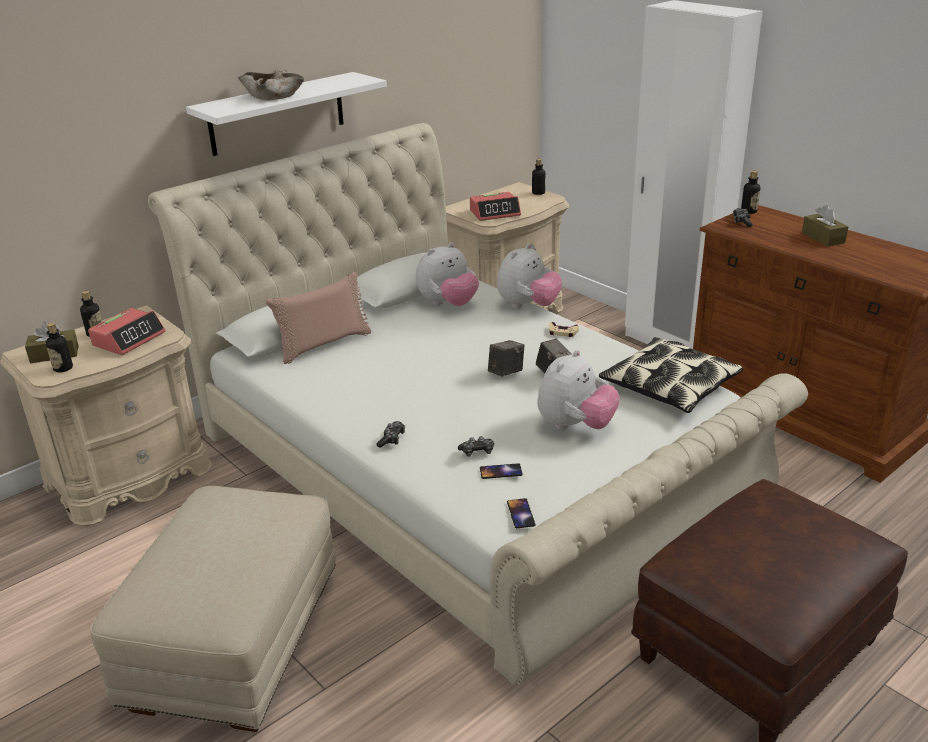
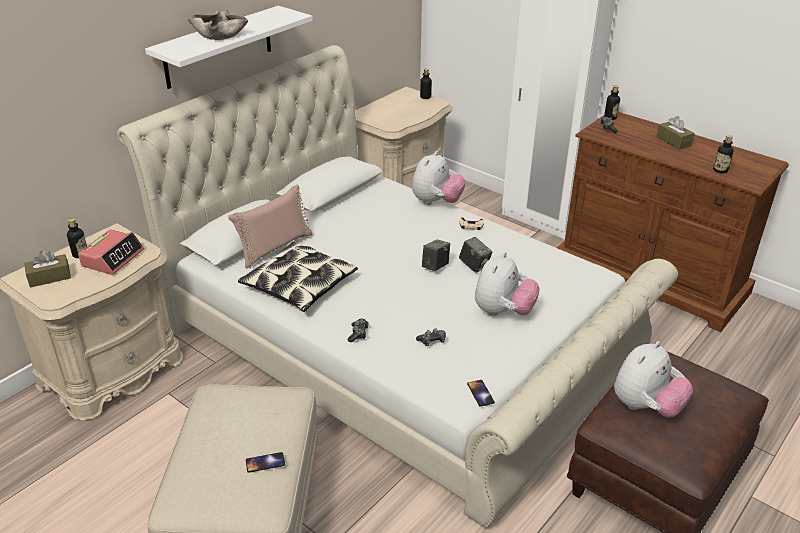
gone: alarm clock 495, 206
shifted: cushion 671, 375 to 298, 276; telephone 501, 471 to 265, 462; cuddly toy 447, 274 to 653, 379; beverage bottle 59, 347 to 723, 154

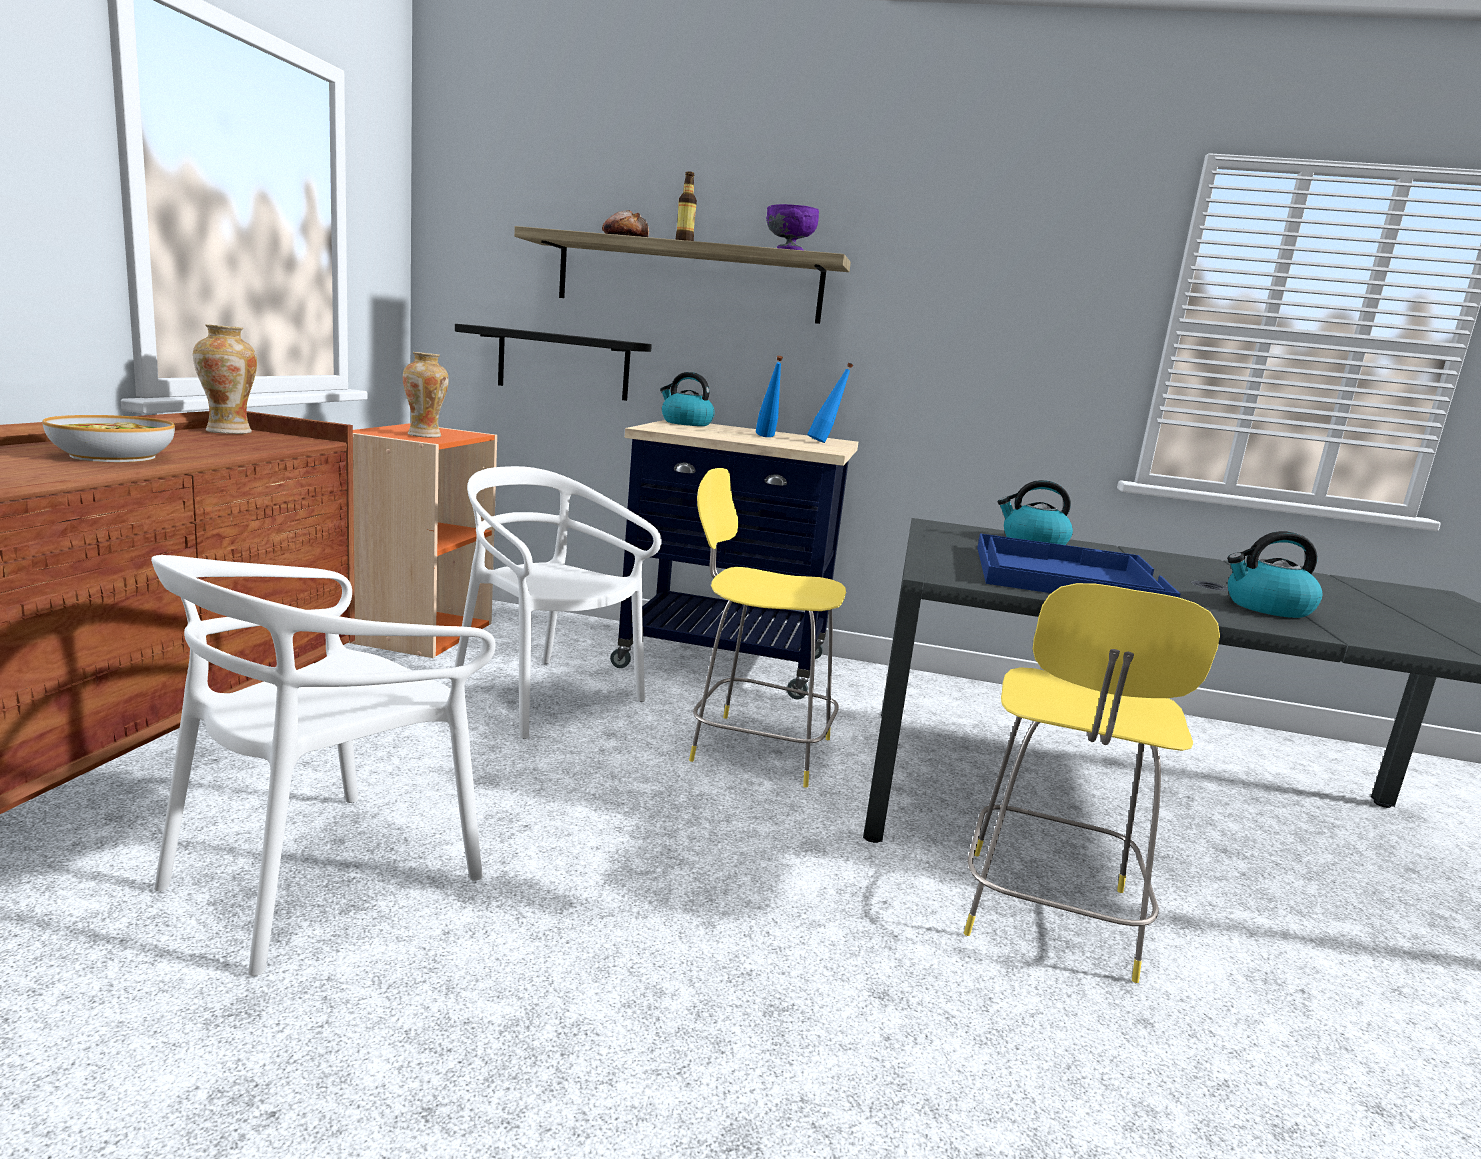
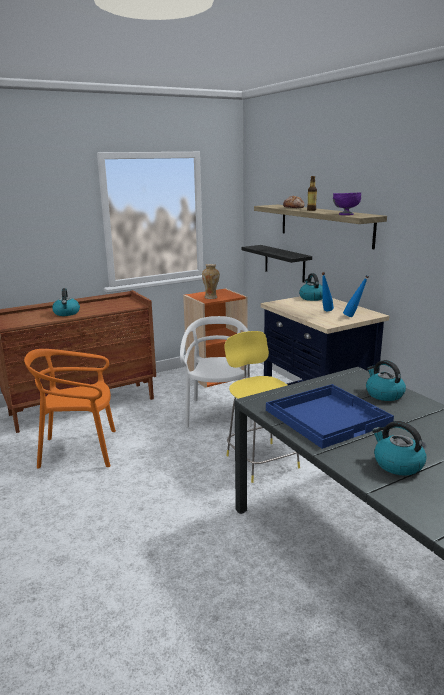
gone: flower vase 225, 379; yellow sitting stool 1092, 783
swapped: deep dish 108, 438 to tea kettle 66, 302
repainted: white chair 323, 765 to orange-coloured chair 70, 409

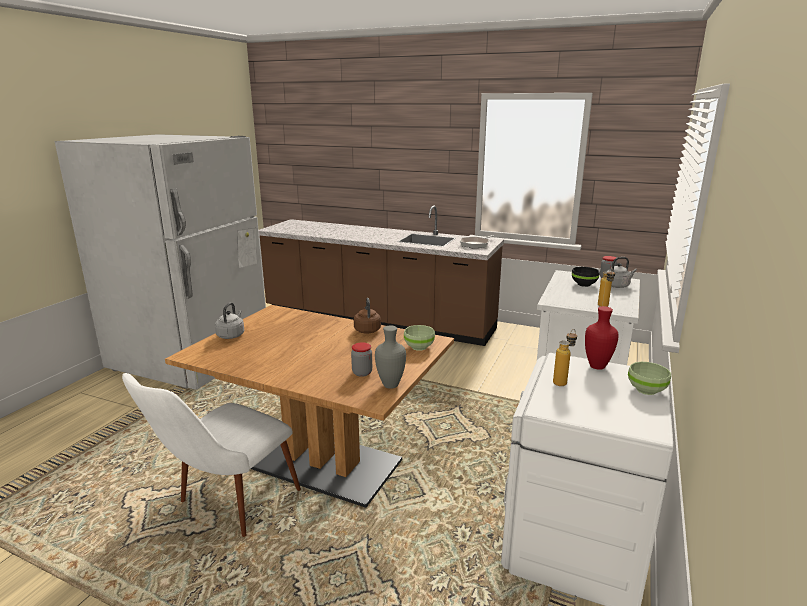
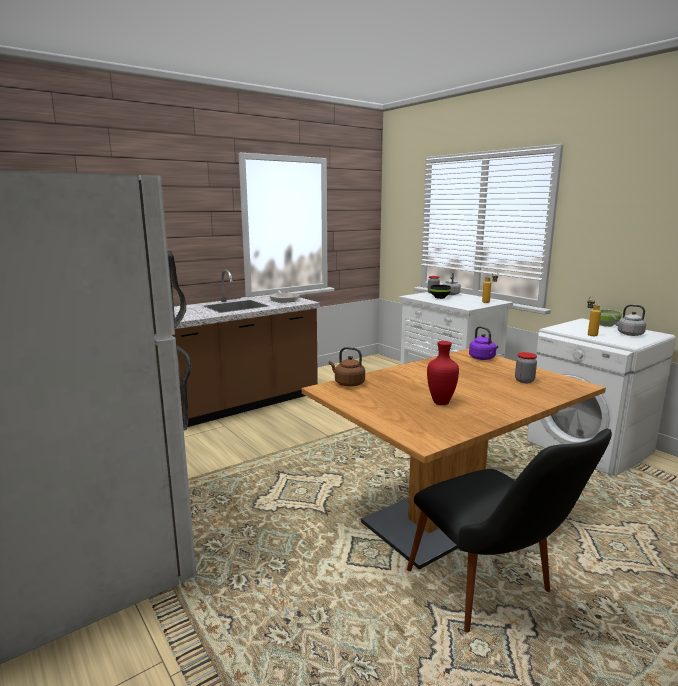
gone: gray flower vase 390, 357
shifted: brownish tea kettle 367, 315 to 347, 367; red-coloured flower vase 602, 338 to 443, 373; gray tea kettle 229, 320 to 629, 320
swapped: greenish deep dish 419, 338 to purple tea kettle 483, 343
repainted: white chair 211, 455 to black chair 509, 530

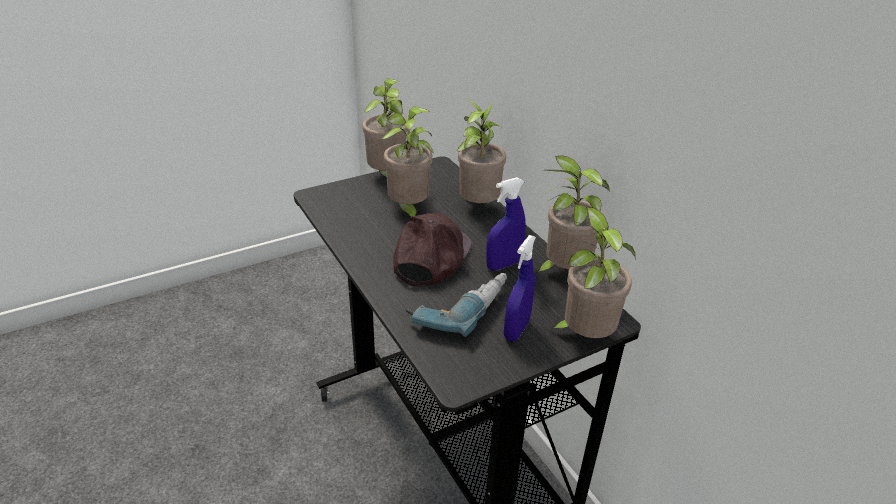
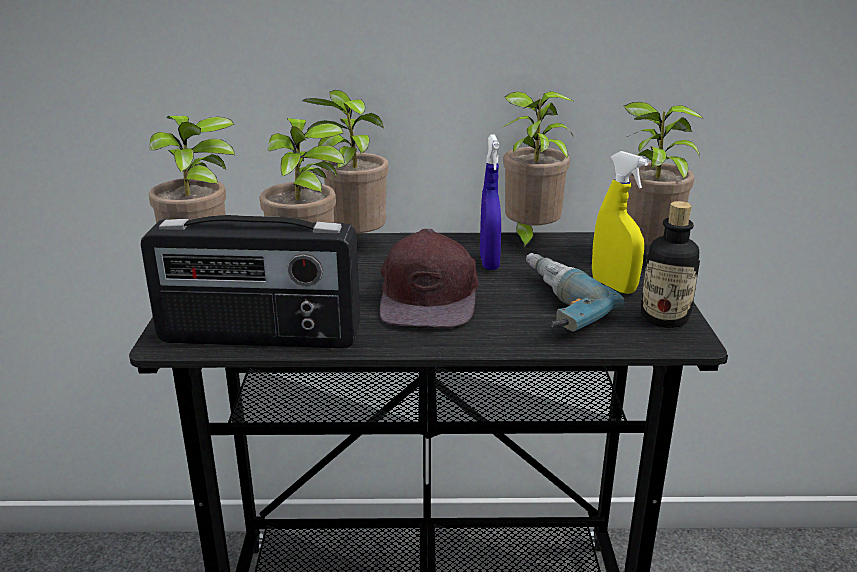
new: radio set 250, 281; beverage bottle 670, 264
repainted: blue-coloured sprayer 520, 288 to yellow sprayer 620, 222
rotated: brownish baseball cap 432, 250 = 429, 278 135 degrees counterclockwise

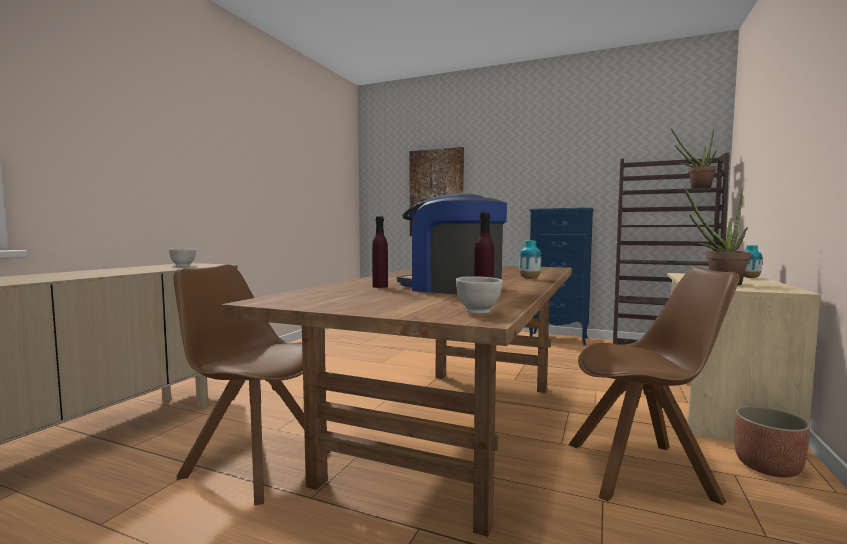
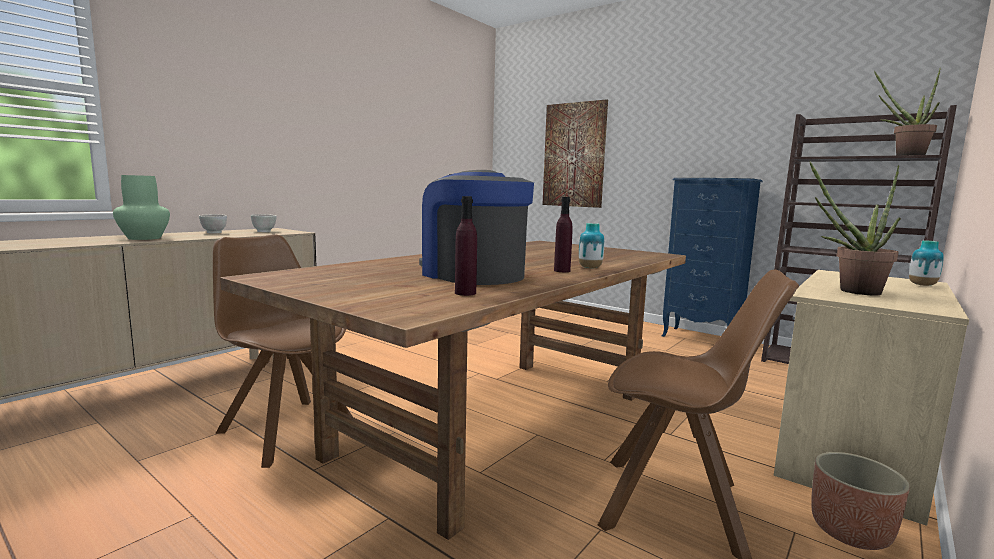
new: greenish flower vase 141, 207
shifted: white deep dish 479, 295 to 213, 224; purple beverage bottle 380, 252 to 563, 234

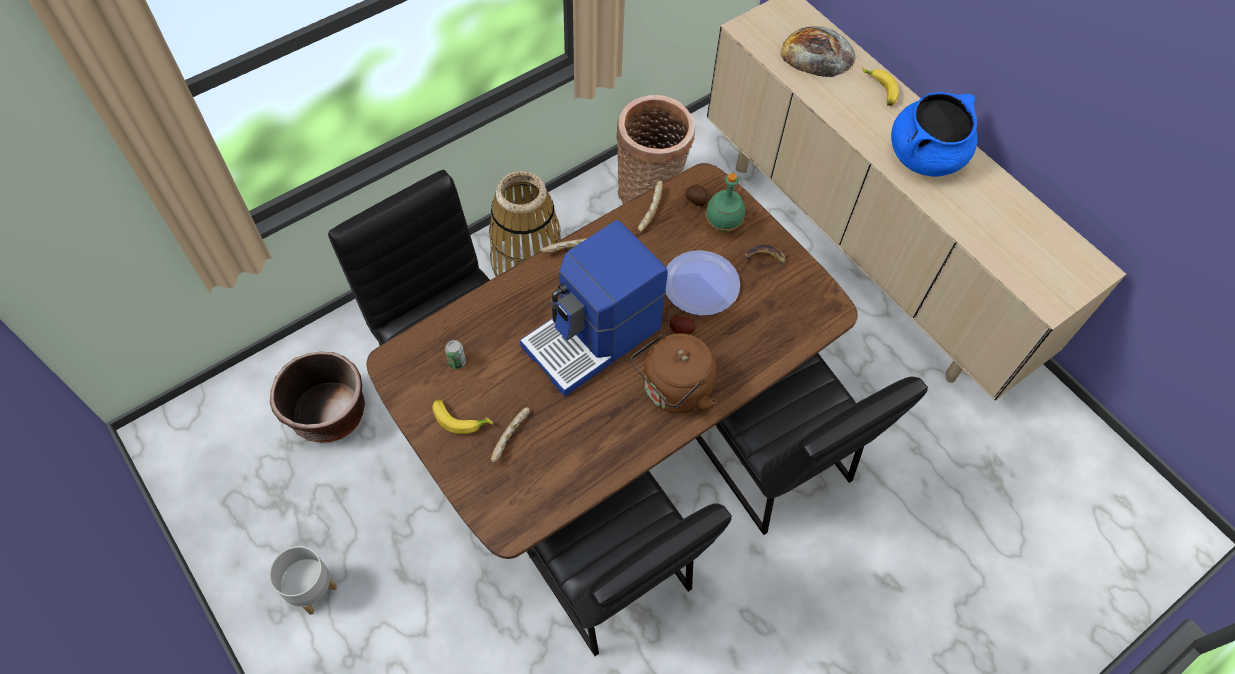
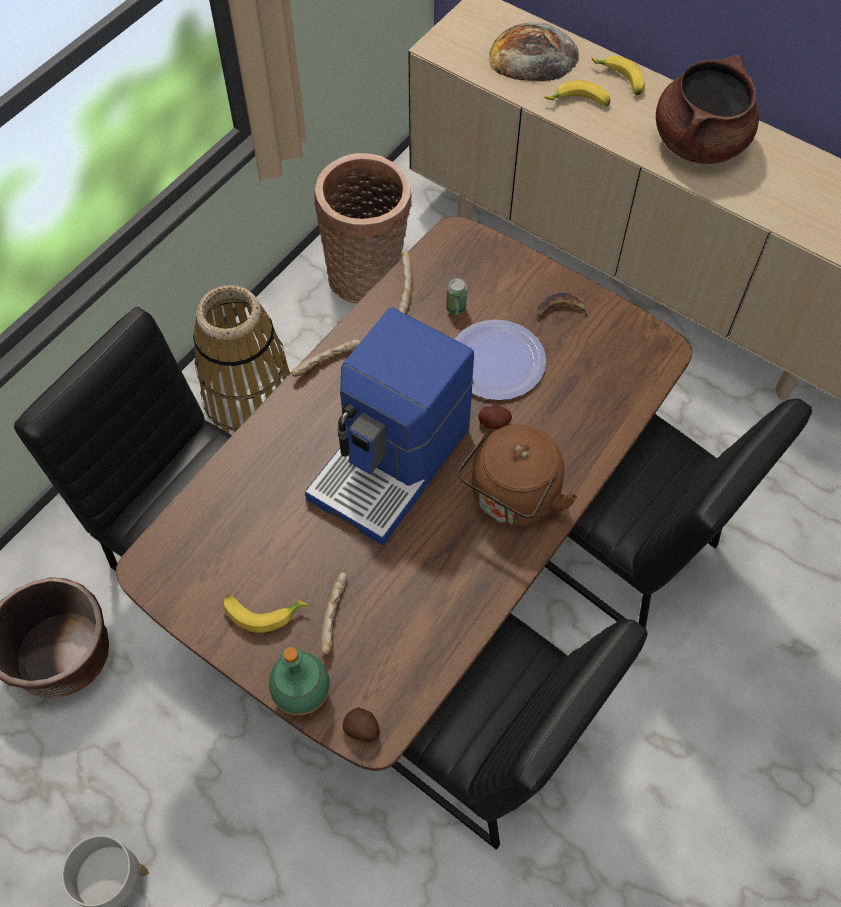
new: whole banana 577, 93
shifted: greenish beverage bottle 725, 202 to 299, 680; whole potato 696, 195 to 361, 724; can 455, 354 to 456, 296
repainted: blue-coloured saucepot 934, 134 to brownish saucepot 707, 109

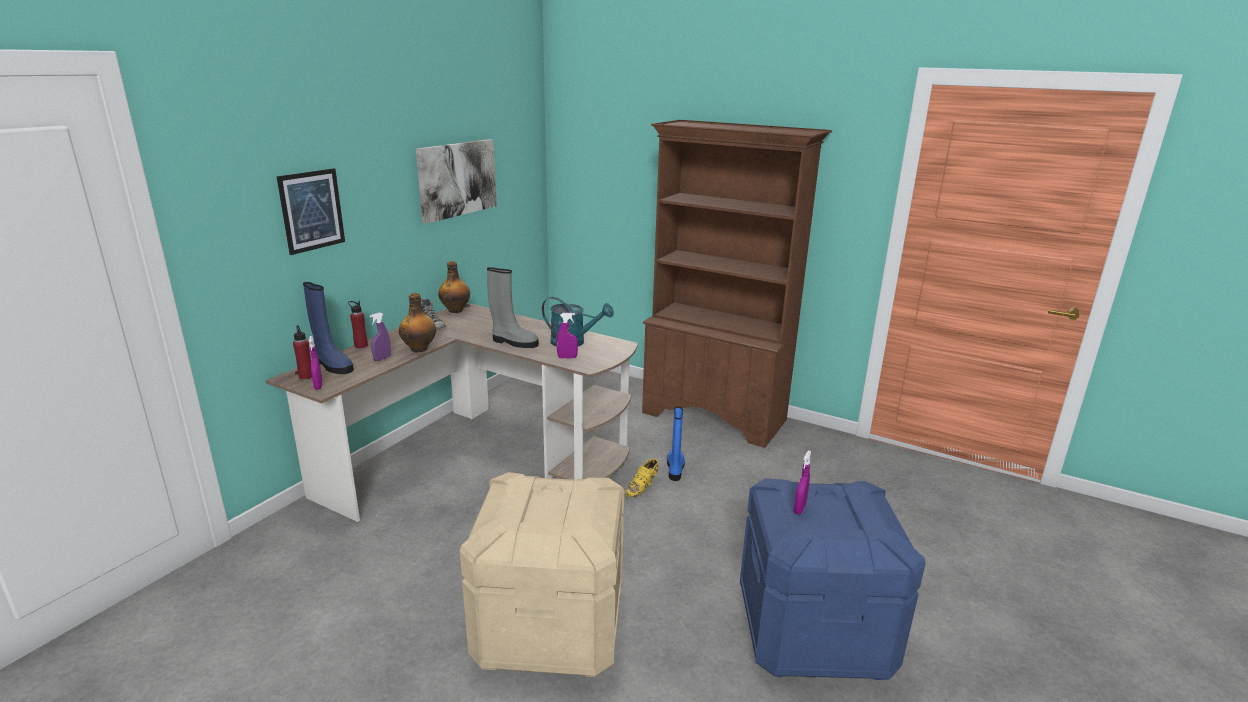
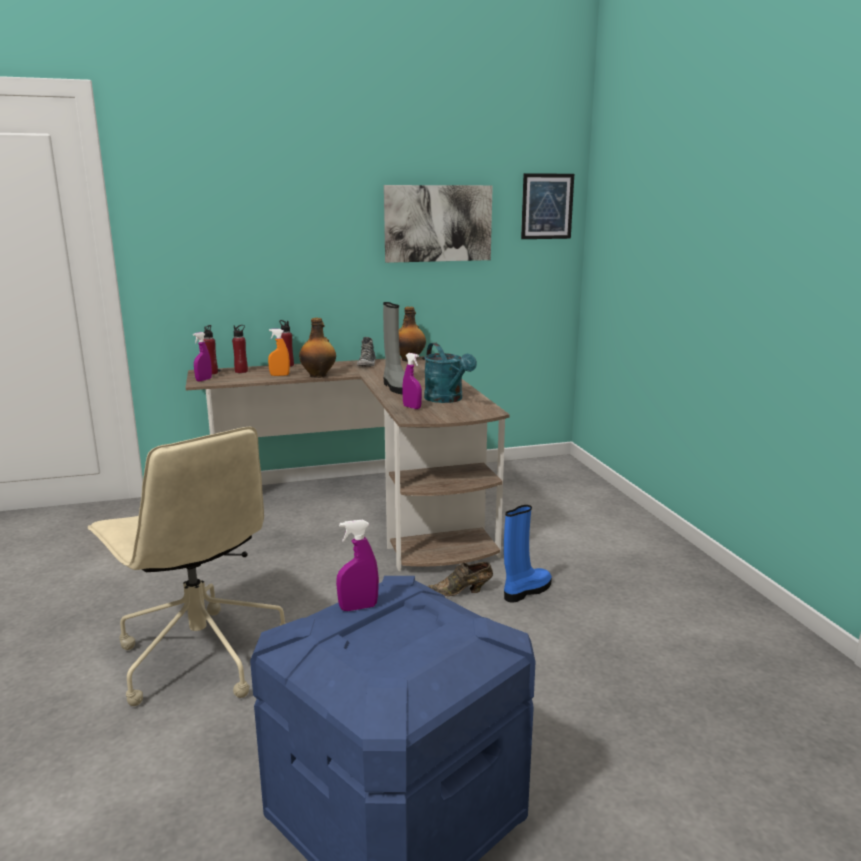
gone: brownish shelving unit 737, 284
shifted: wall picture 310, 211 to 547, 206
swapped: beige storage box 542, 574 to beige desk chair 187, 566; blue-coloured boot 328, 328 to red-coloured beverage bottle 240, 349
repainted: purple sprayer 380, 336 to orange-coloured sprayer 279, 352; yellow item of footwear 642, 478 to brownish item of footwear 460, 579

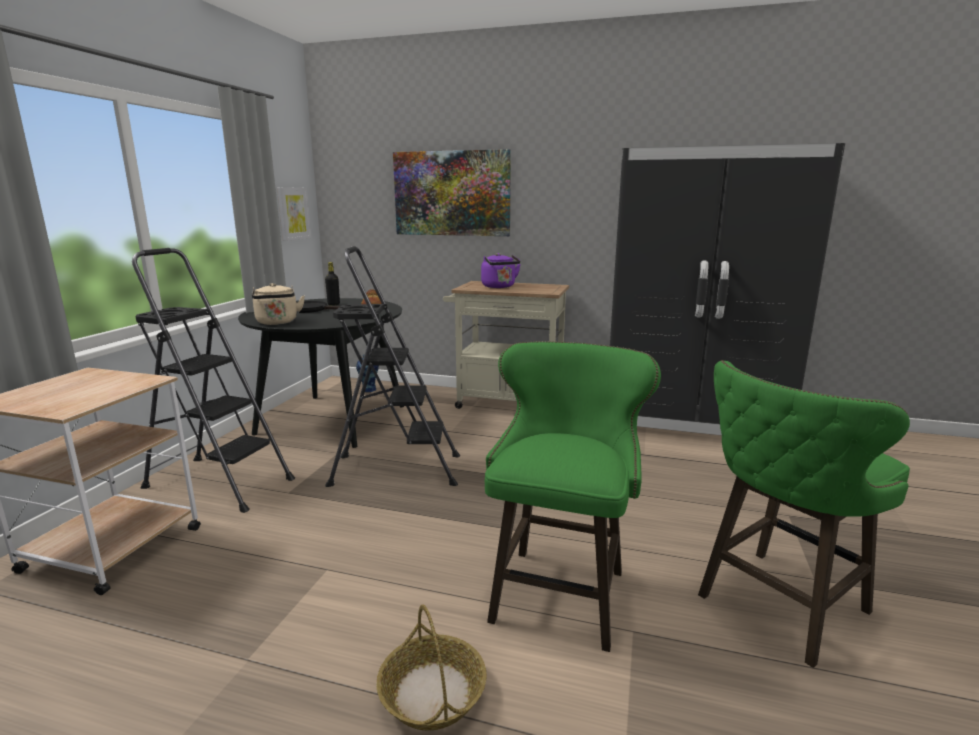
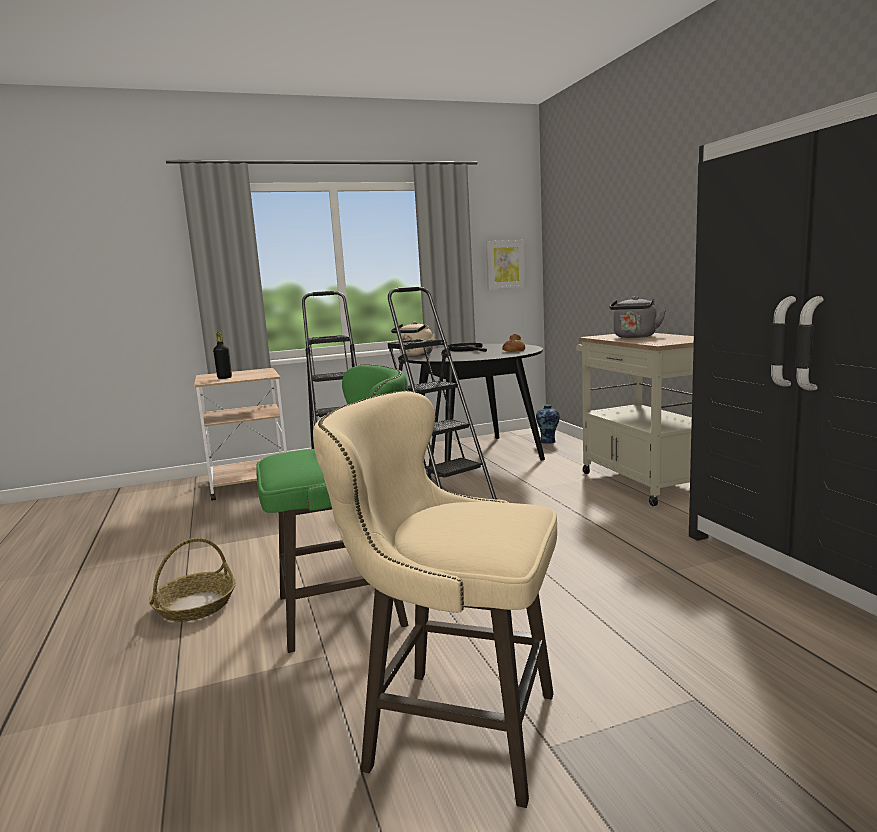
gone: wall picture 452, 192
shifted: black beverage bottle 332, 284 to 222, 355
repainted: greenish sitting stool 804, 514 to beige sitting stool 435, 599; purple tea kettle 501, 270 to gray tea kettle 638, 317

